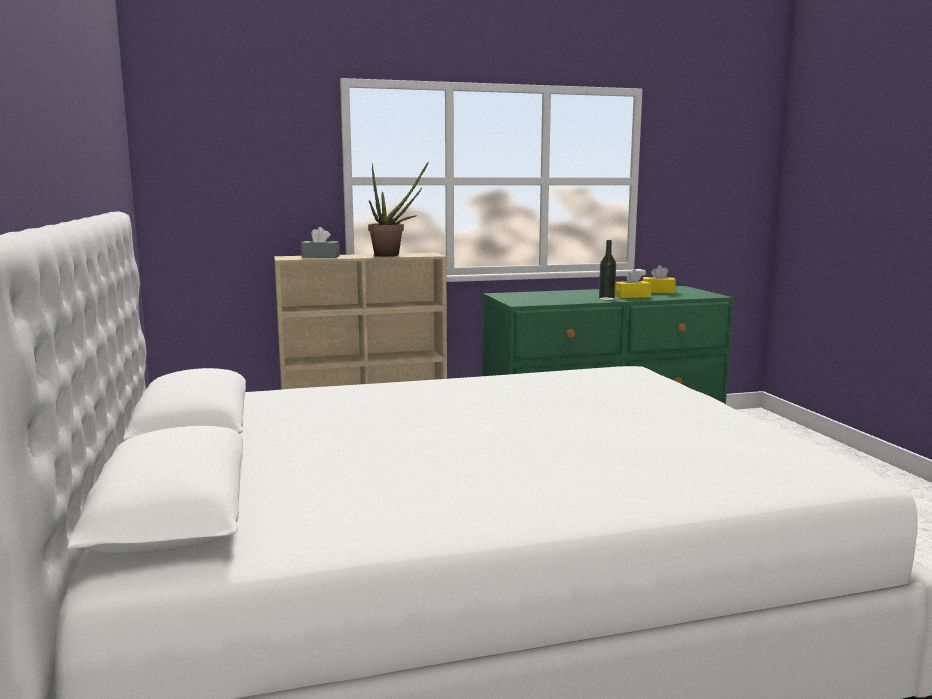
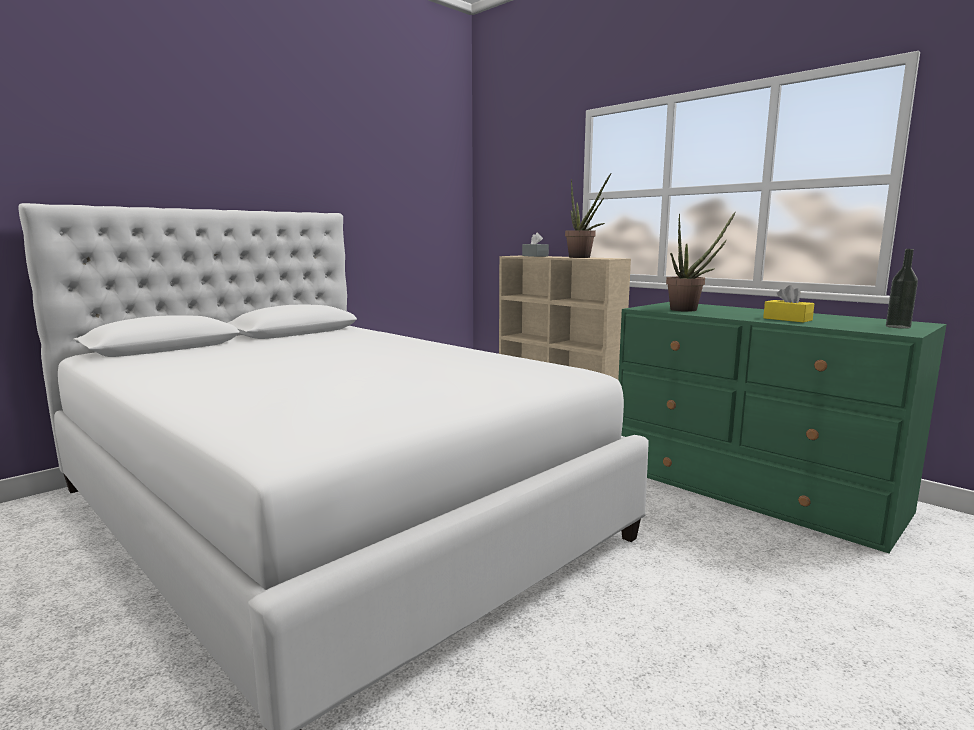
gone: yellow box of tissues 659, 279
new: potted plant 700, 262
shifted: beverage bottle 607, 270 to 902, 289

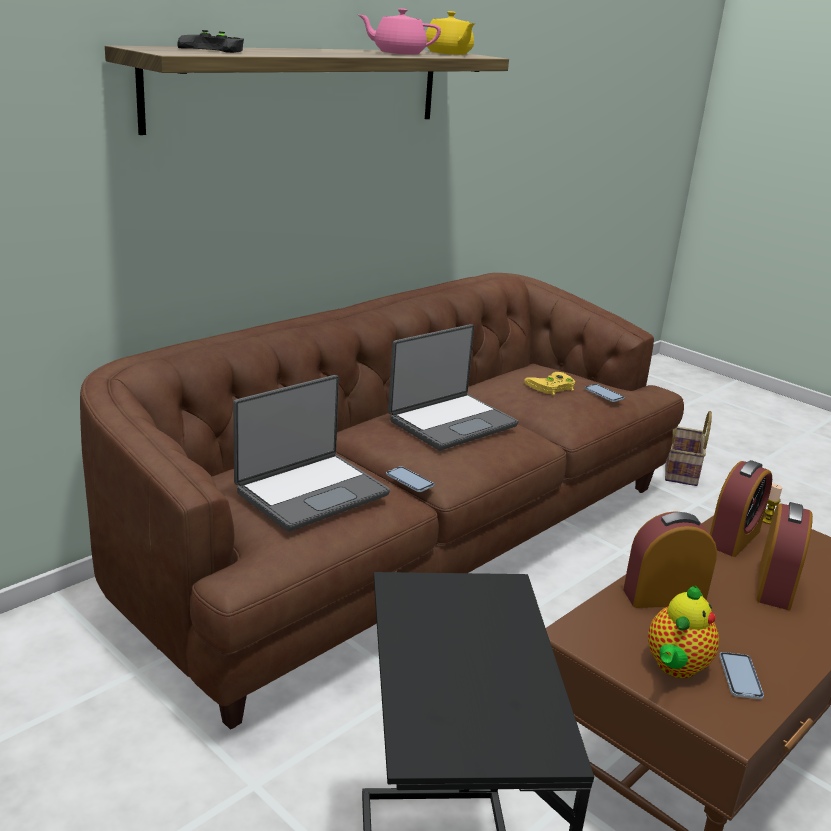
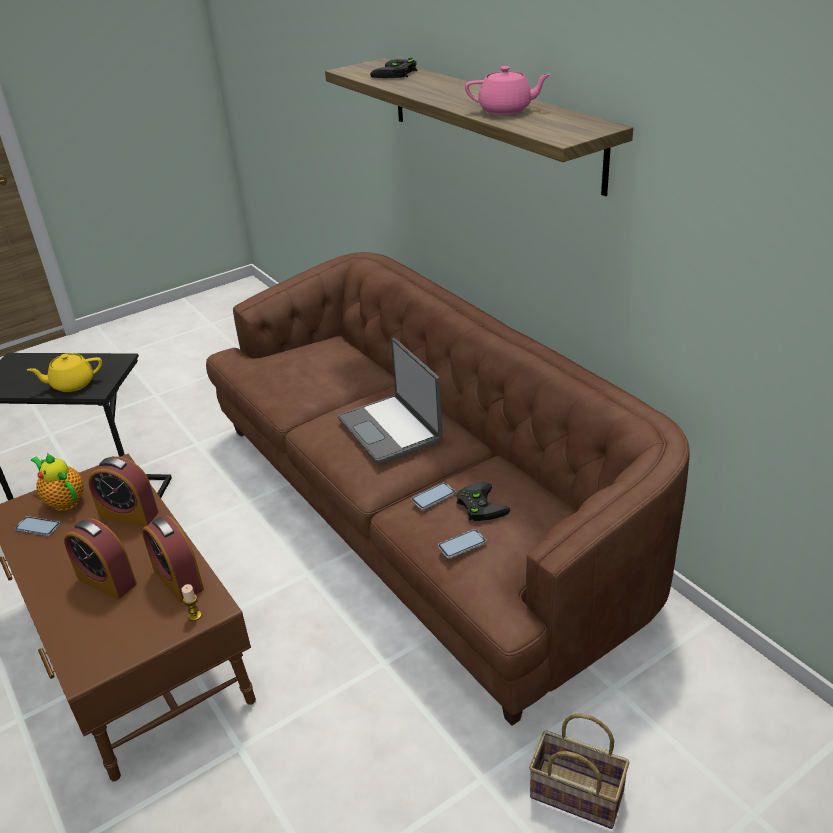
gone: notebook computer 311, 453
shifted: yellow pot for tea 451, 33 to 64, 372; telephone 410, 479 to 433, 496
repainted: yellow joypad 550, 383 to black joypad 483, 501
rotated: alarm clock 670, 559 = 123, 491 105 degrees clockwise; pinkish pot for tea 400, 31 = 508, 90 75 degrees clockwise

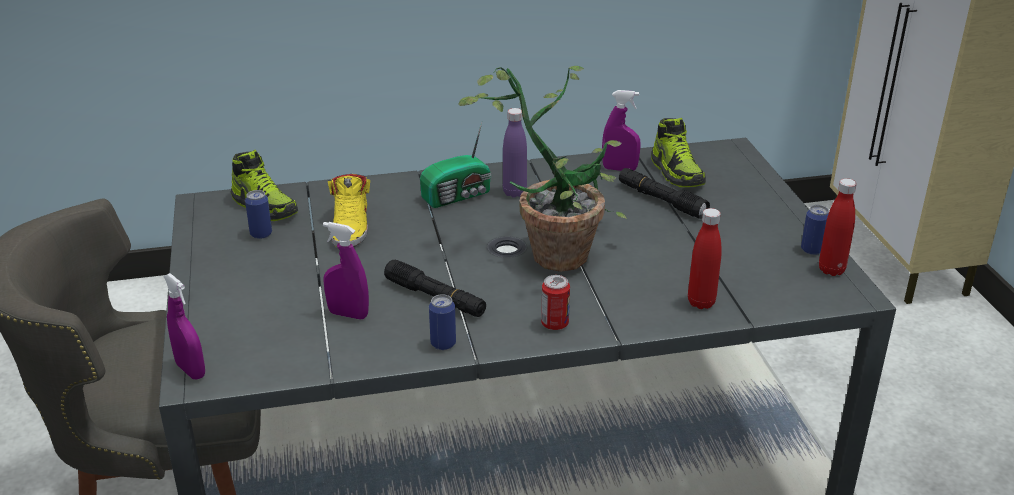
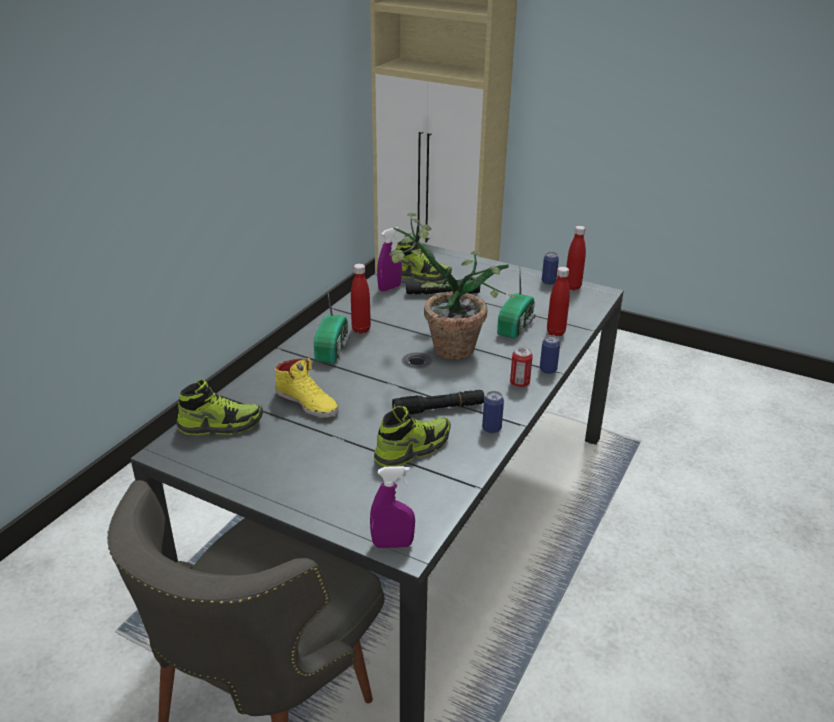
new: radio set 516, 304
shifted: can 258, 214 to 550, 354
swapped: purple sprayer 346, 270 to item of footwear 412, 436
repainted: purple beverage bottle 515, 152 to red-coloured beverage bottle 361, 299

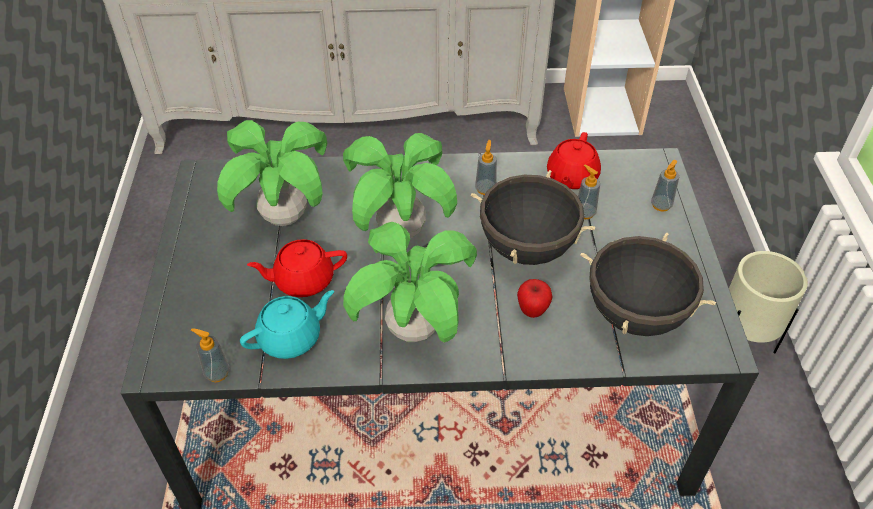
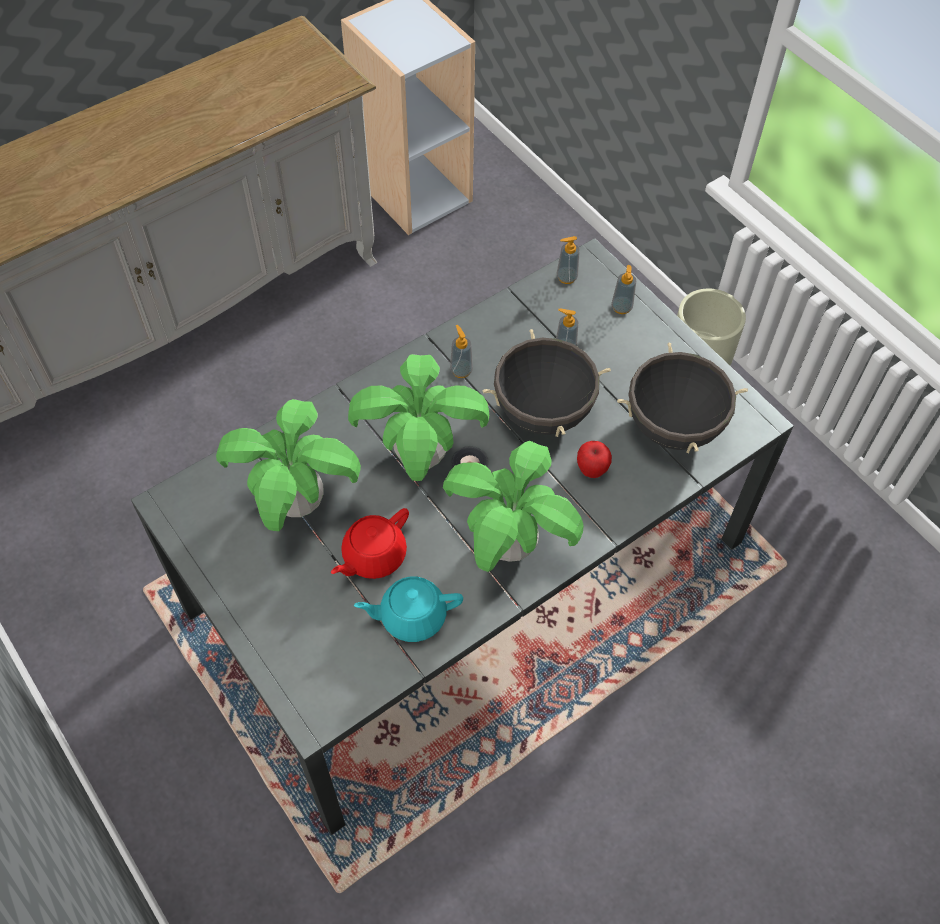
gone: red-coloured pot for tea 574, 160
shifted: liquid soap bottle 210, 355 to 568, 260
rotated: blue-green pot for tea 287, 324 = 408, 609 120 degrees counterclockwise

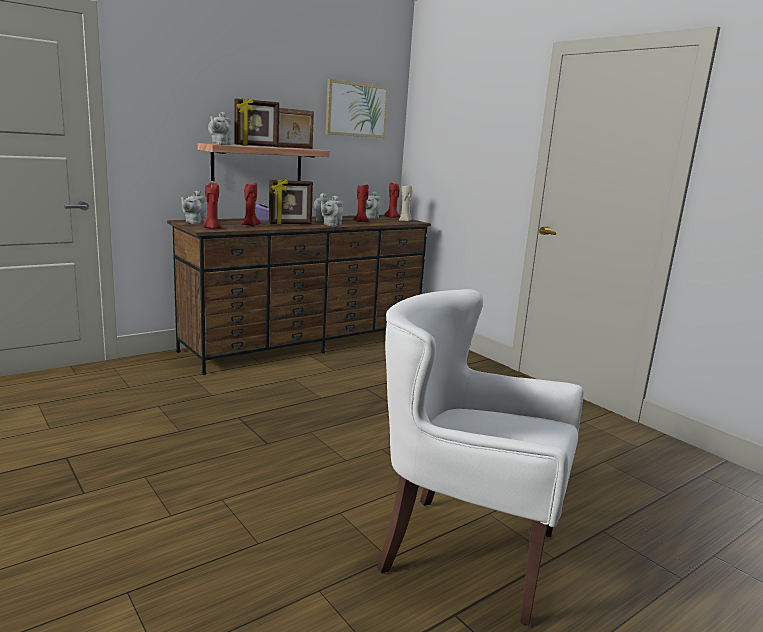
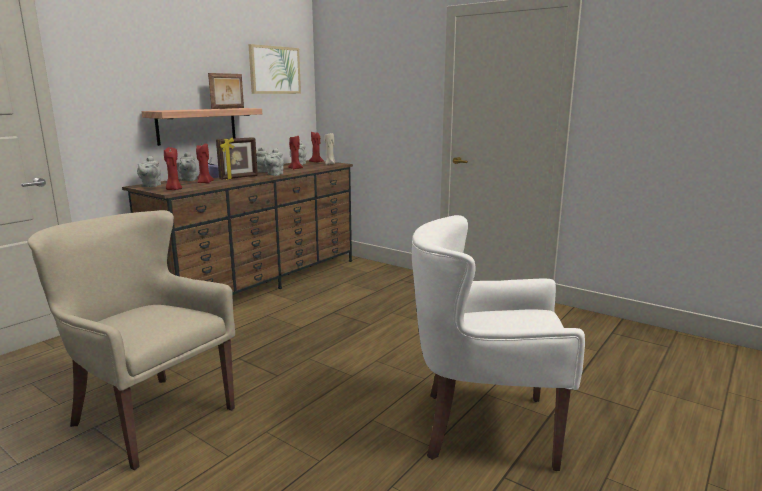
gone: picture frame 257, 122
new: beige armchair 131, 340
shifted: gray pot for tea 220, 128 to 187, 166

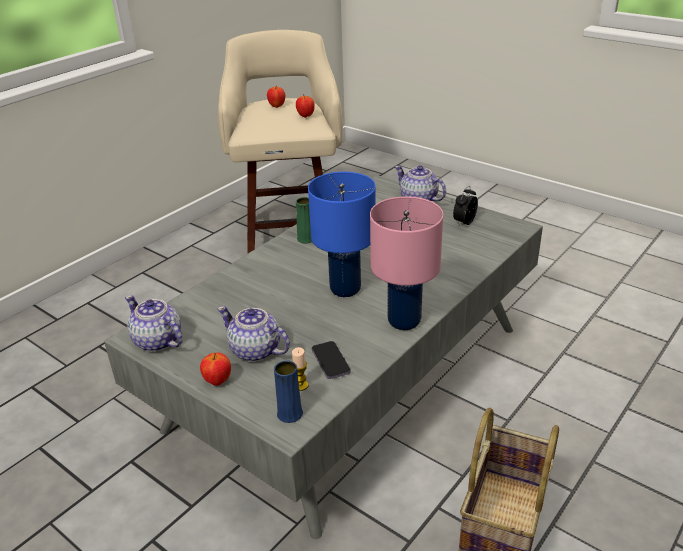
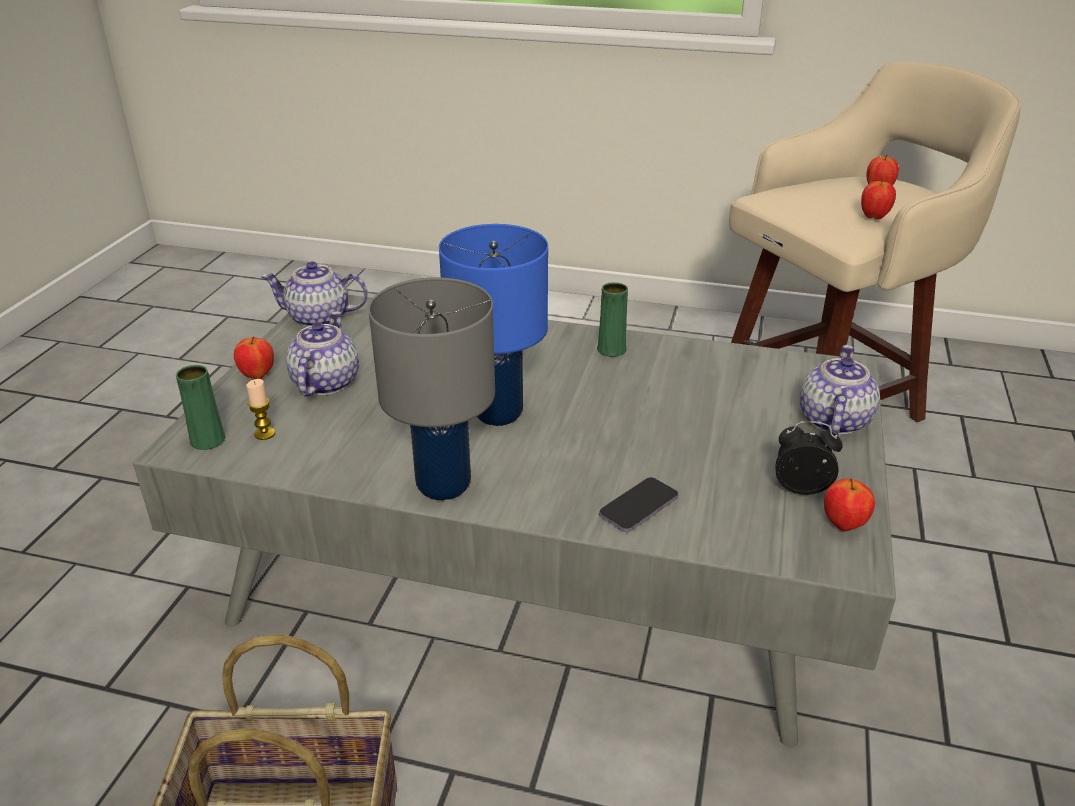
new: apple fruit 849, 504
shifted: telephone 331, 360 to 638, 504
repainted: blue-coloured flower vase 288, 392 to greenish flower vase 201, 407; pinkish table lamp 406, 263 to gray table lamp 431, 388
rotated: pot for tea 154, 323 = 314, 294 105 degrees counterclockwise

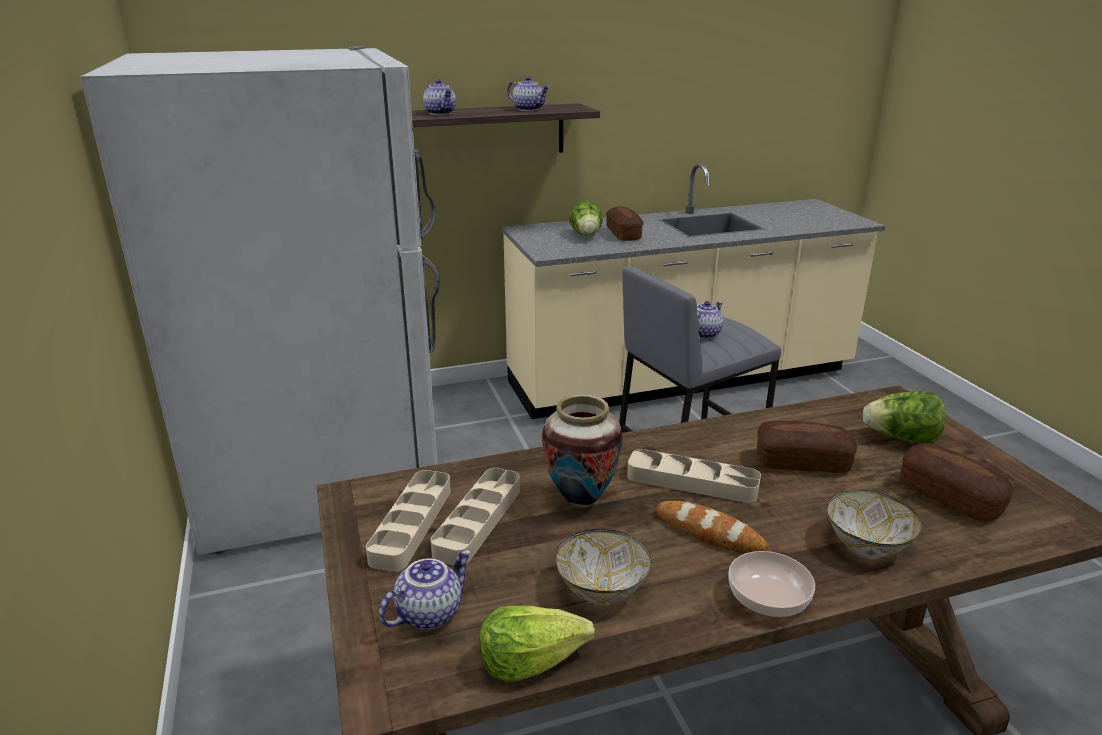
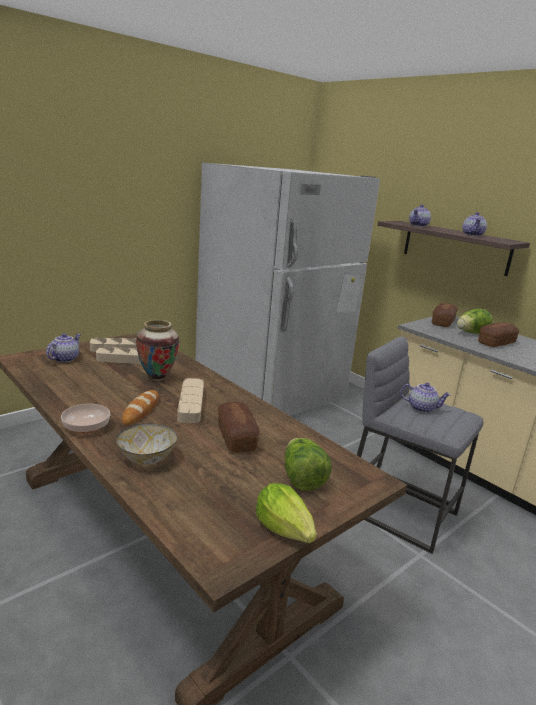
gone: deep dish 603, 566
shifted: lettuce head 537, 644 to 286, 513; baked bread 956, 482 to 445, 315
rotated: pot for tea 425, 590 = 63, 347 90 degrees counterclockwise

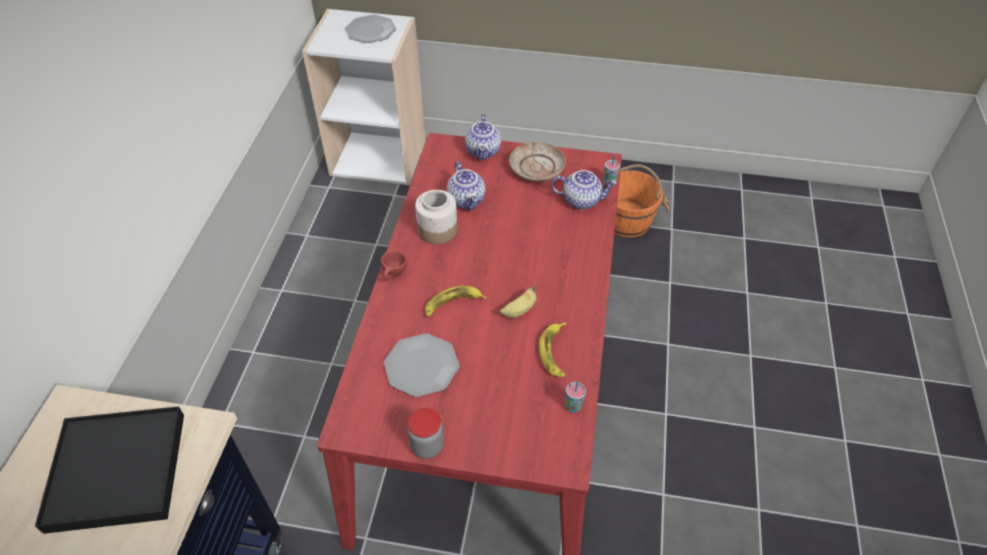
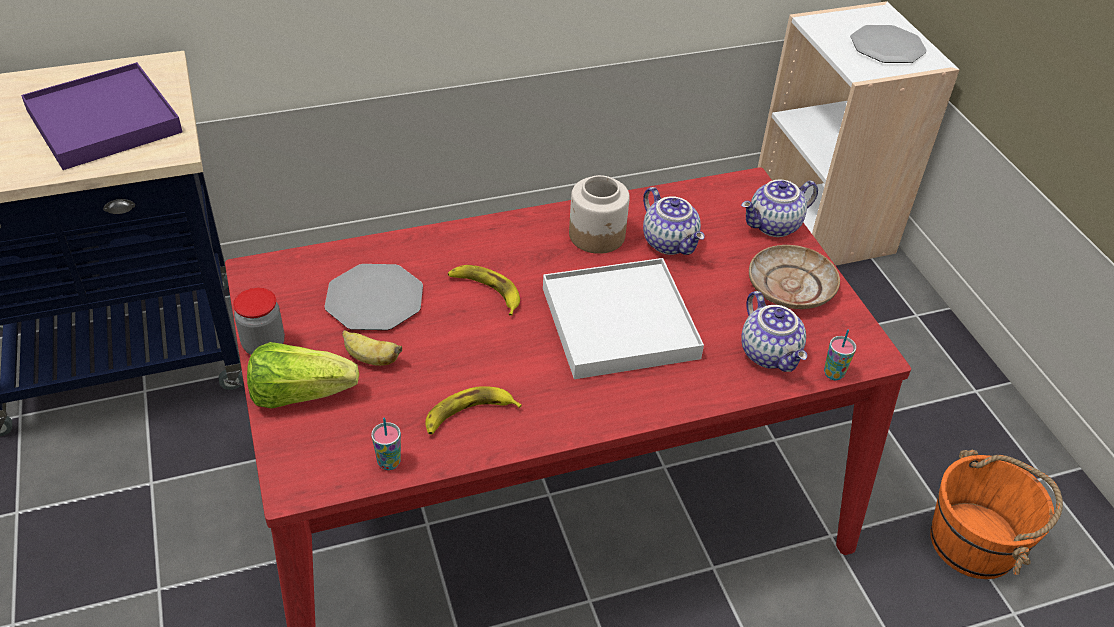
gone: red-coloured cup 394, 265
new: lettuce head 303, 375; white carrying tray 623, 318
shifted: whole banana 518, 302 to 372, 348
repainted: black carrying tray 109, 470 to purple carrying tray 101, 116
rotated: pot for tea 466, 185 = 674, 221 75 degrees counterclockwise

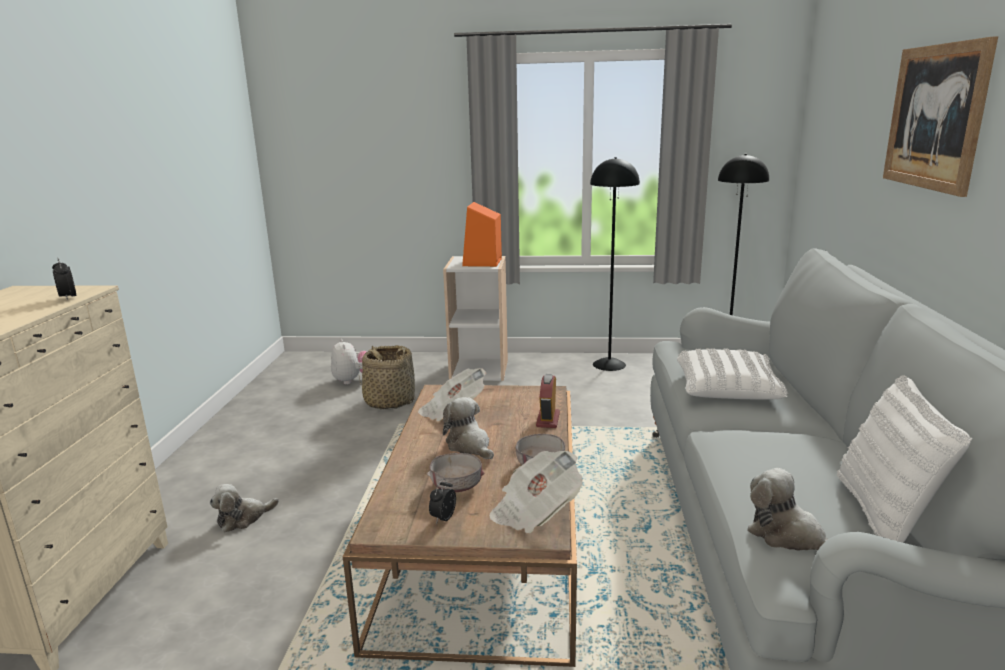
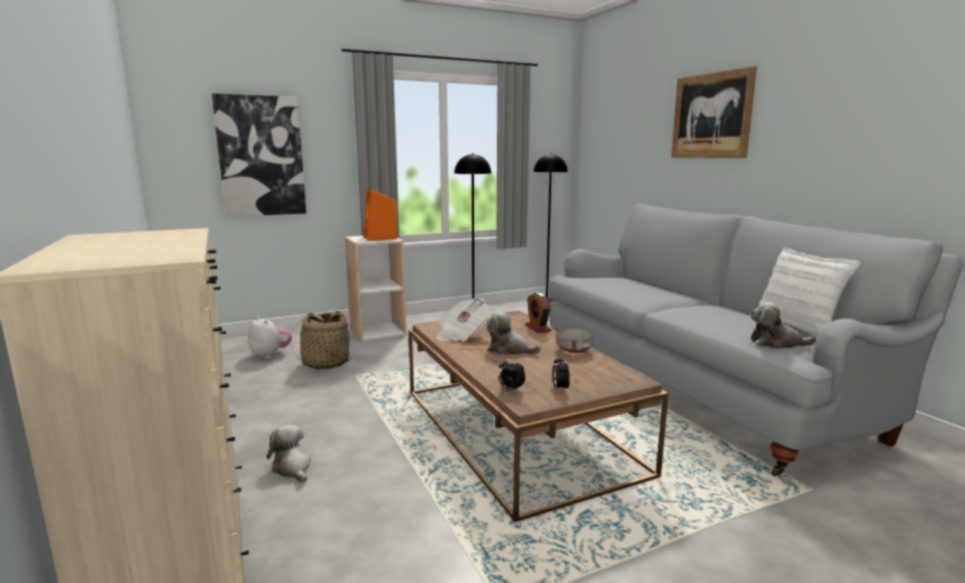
gone: gray deep dish 455, 472; daily paper 536, 492; white cushion 732, 374
new: wall picture 259, 155
shifted: alarm clock 64, 279 to 512, 375
rotated: cuddly toy 244, 508 = 288, 453 120 degrees clockwise

